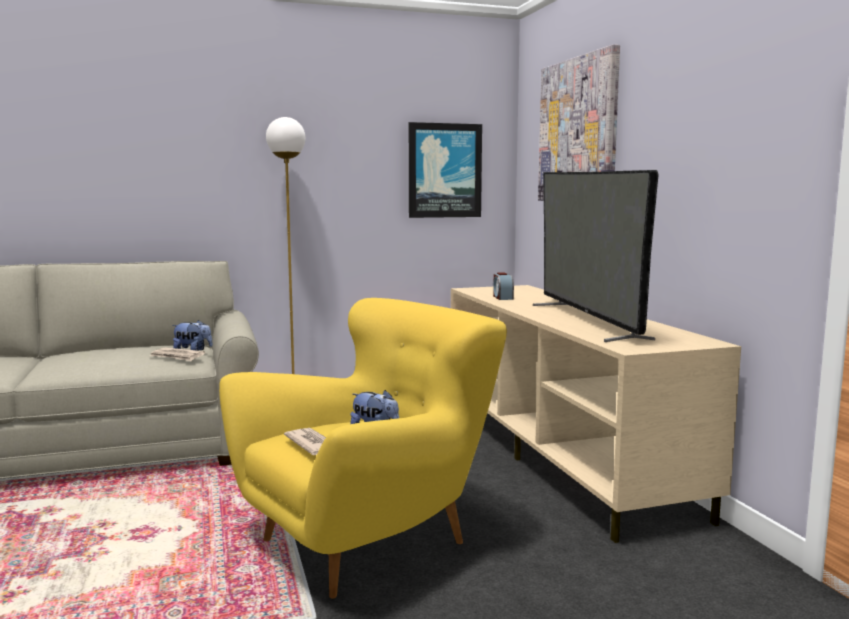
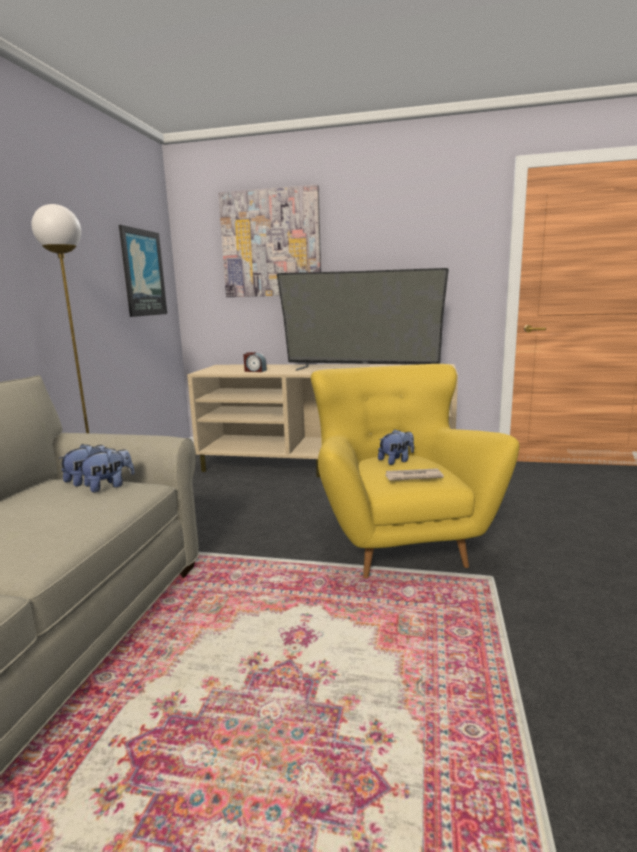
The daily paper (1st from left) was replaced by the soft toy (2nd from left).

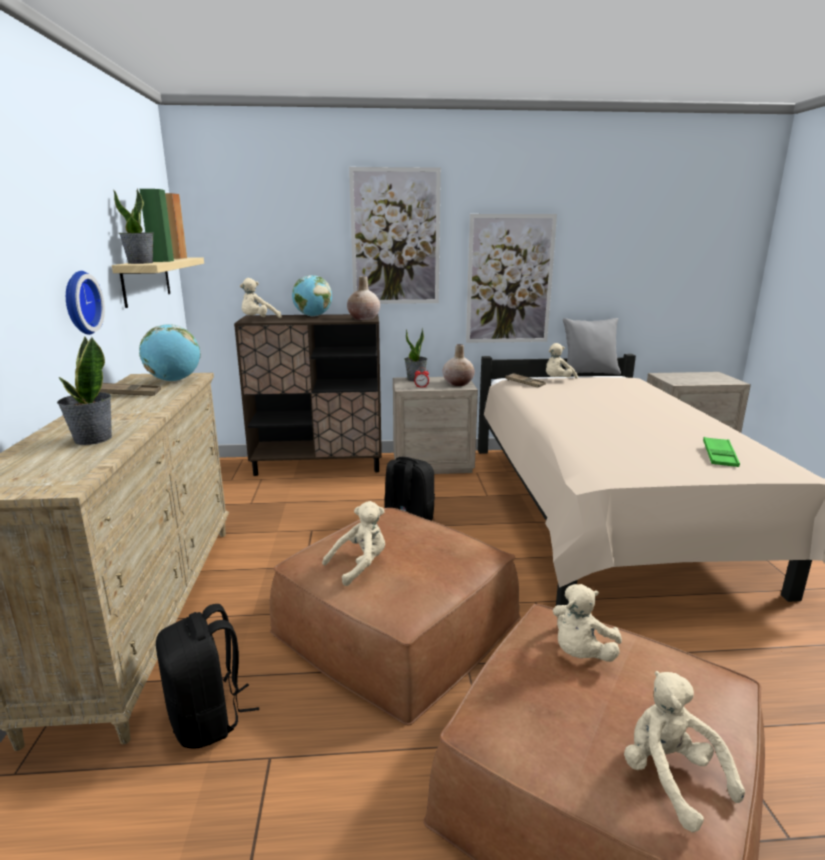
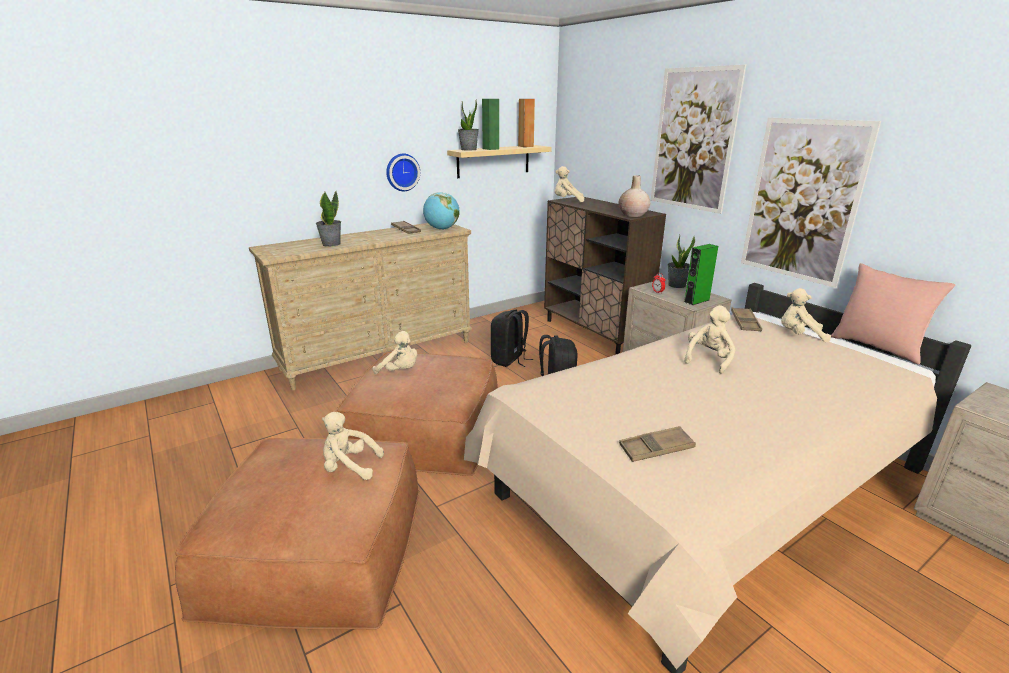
The world globe (2nd from left) disappeared.
The gray pillow became the pink-coloured pillow.
The sand-coloured vase (2nd from left) was replaced by the green speaker (2nd from left).
The green tray became the brown tray (2nd from left).
The black-coloured backpack (1st from left) moved.
The sand-coloured soft toy (5th from left in the first image) moved.

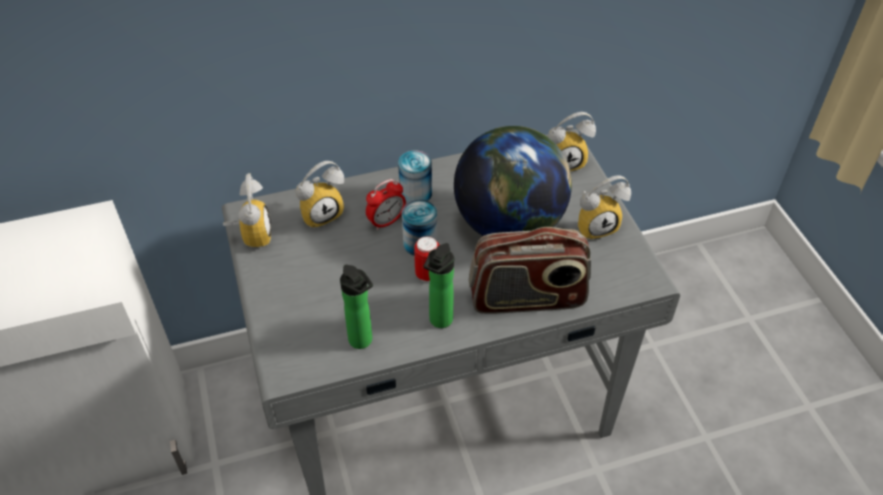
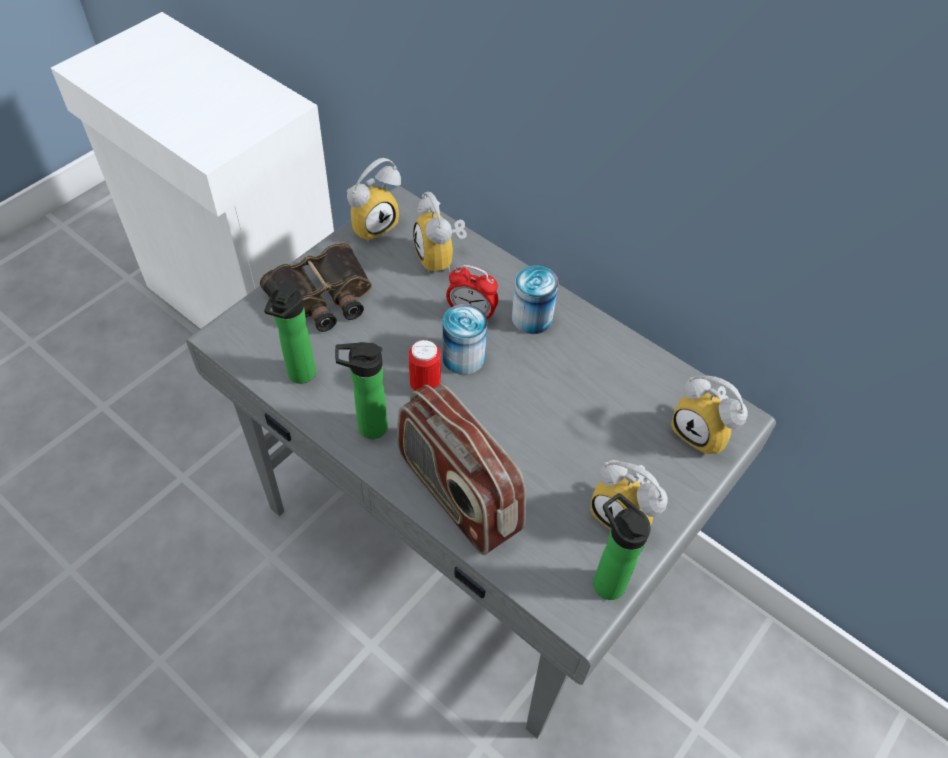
The world globe disappeared.
The alarm clock (2nd from left) turned 45 degrees clockwise.
The field glasses appeared.
The beverage bottle (3rd from left) appeared.

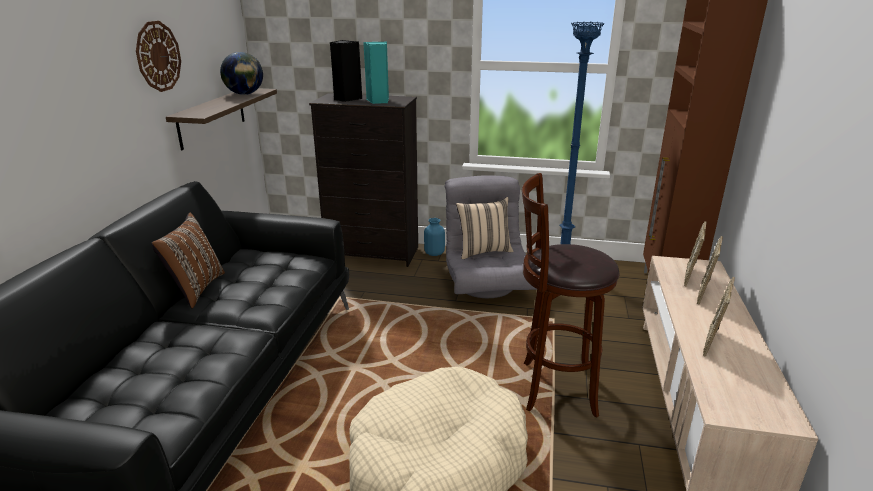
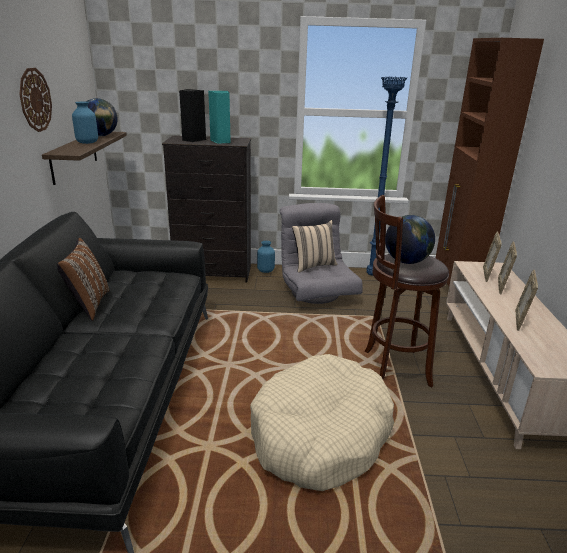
The blue-coloured vase (1st from left) appeared.
The world globe (2nd from left) appeared.

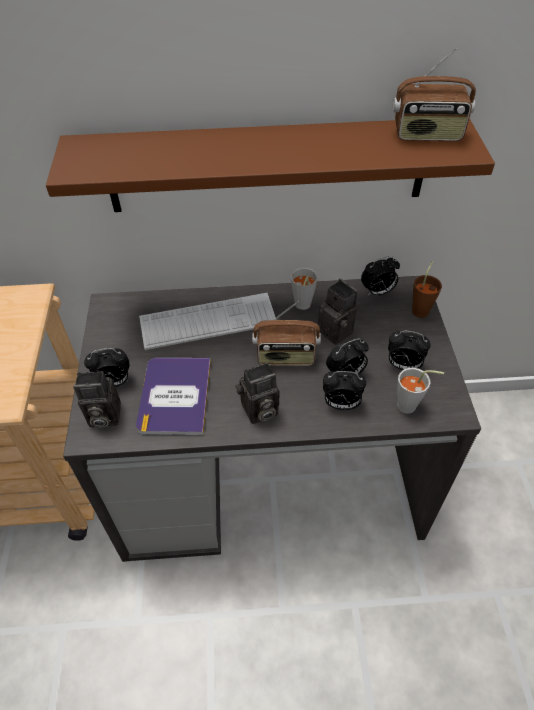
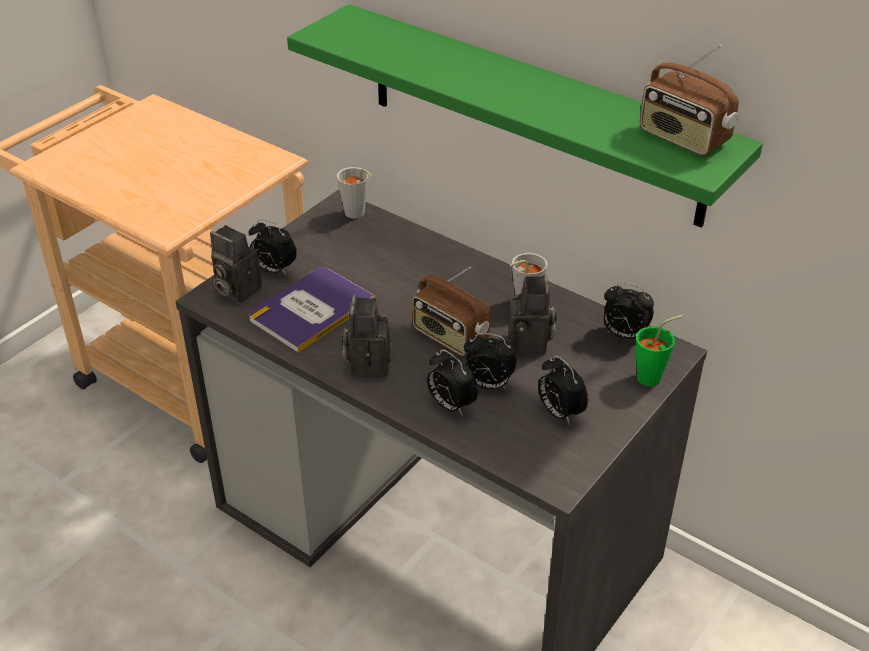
The brown wall shelf became the green wall shelf.
The brown cup became the green cup.
The computer keyboard disappeared.
The photo camera (2nd from left) turned 75 degrees clockwise.
The gray cup (2nd from left in the first image) moved.

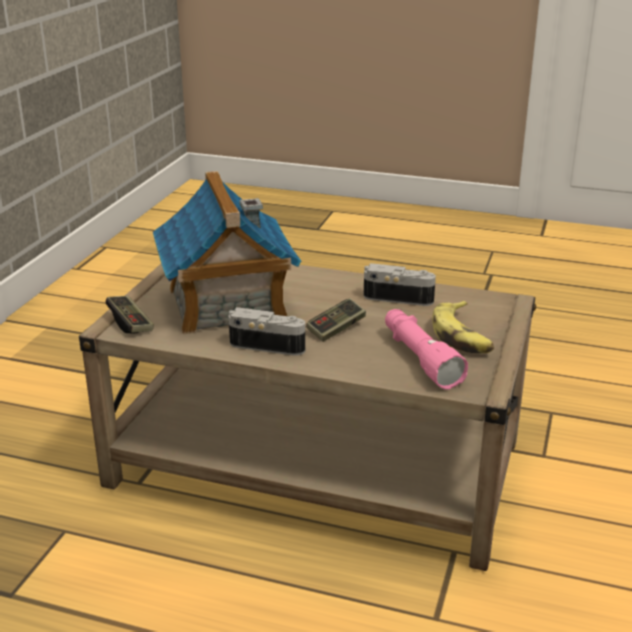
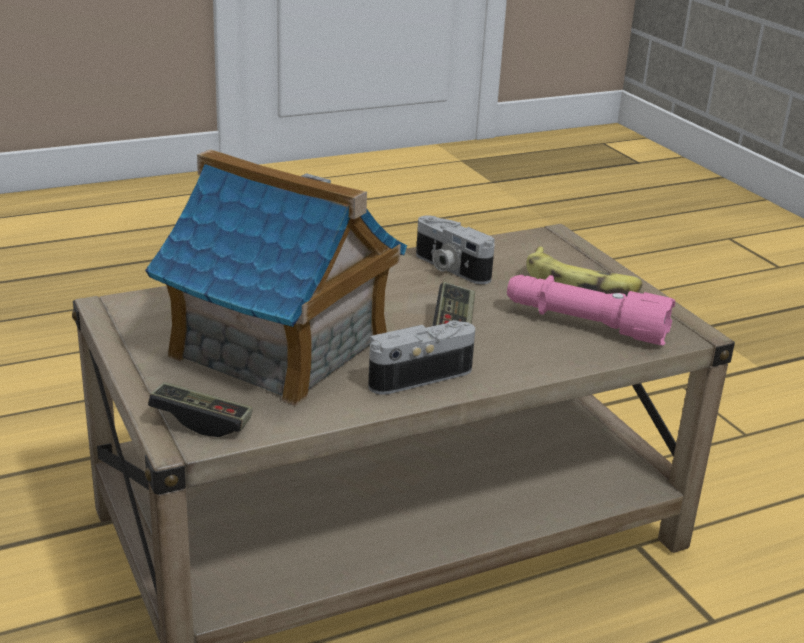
The photo camera (2nd from left) turned 105 degrees counterclockwise.

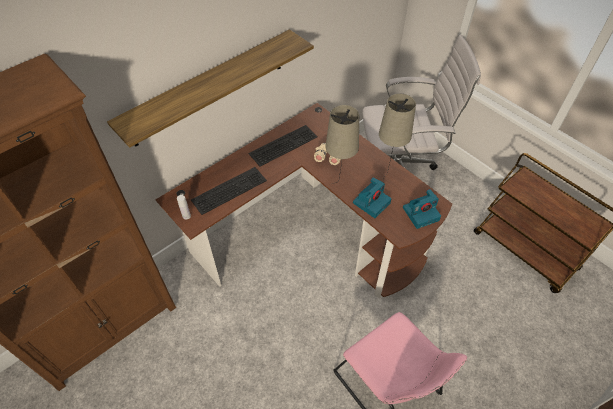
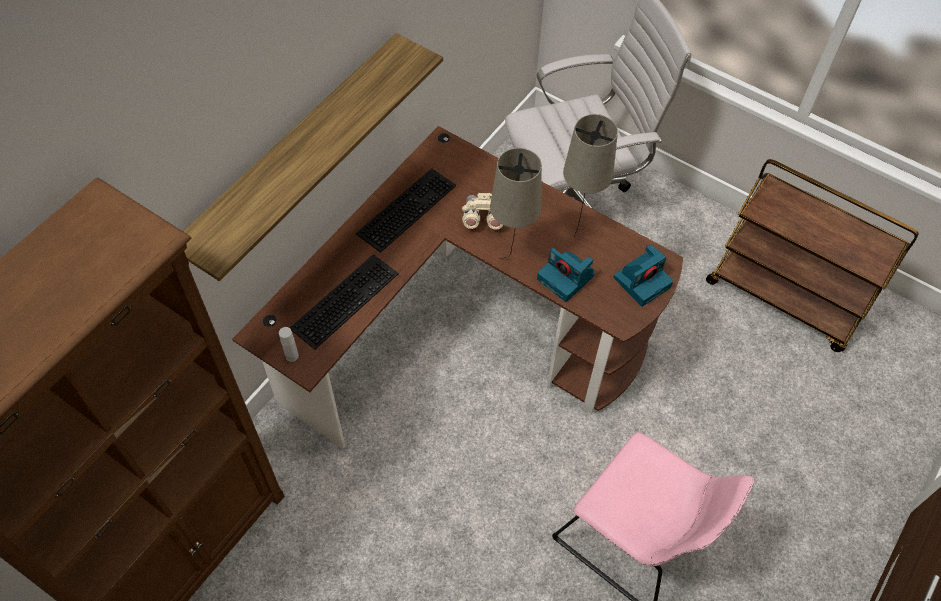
The photo camera (1st from left) turned 105 degrees clockwise.

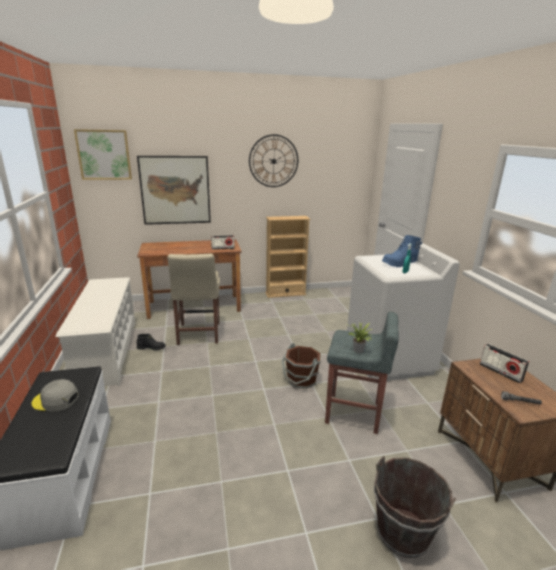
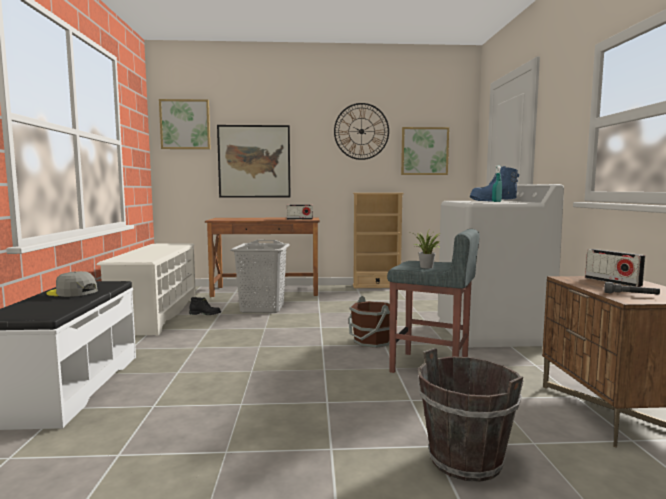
The sand-coloured chair was replaced by the gray hamper.
The picture (3rd from left) appeared.

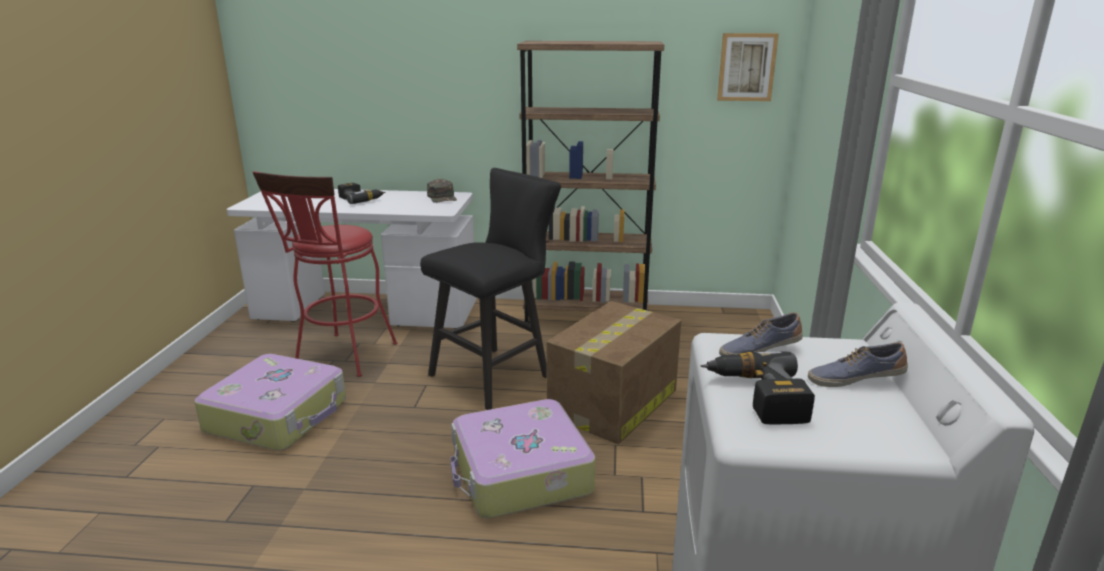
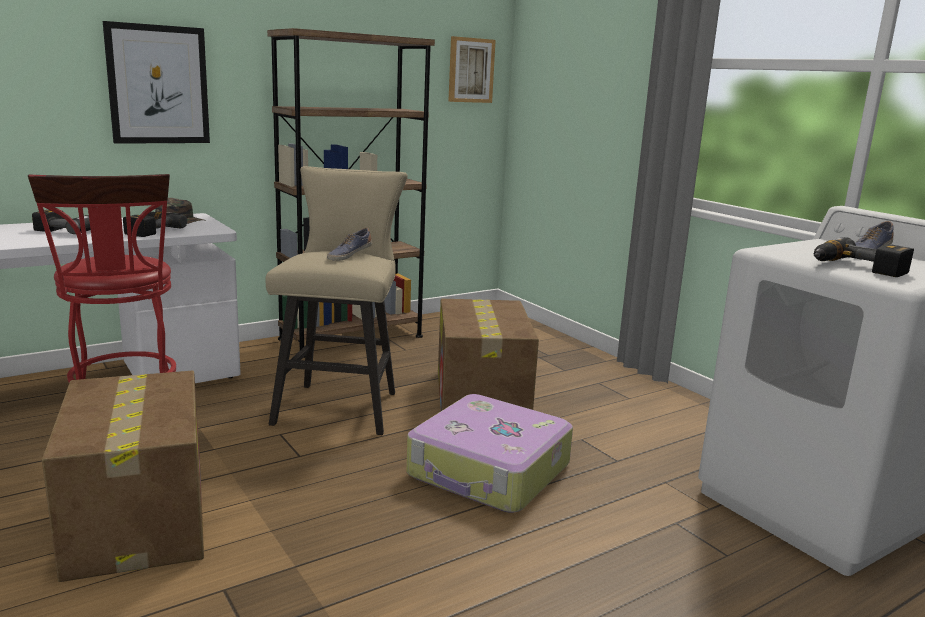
The black-coloured stool became the sand-coloured stool.
The shoe (1st from left) moved.
The piece of luggage (1st from left) was replaced by the packing box (1st from left).
The picture (1st from left) appeared.
The electric drill (2nd from left) appeared.

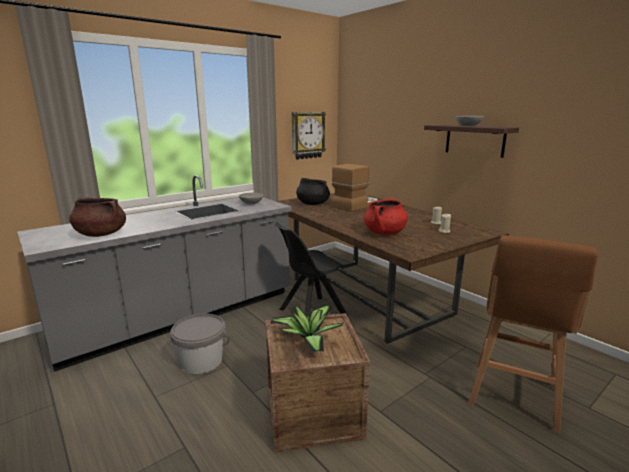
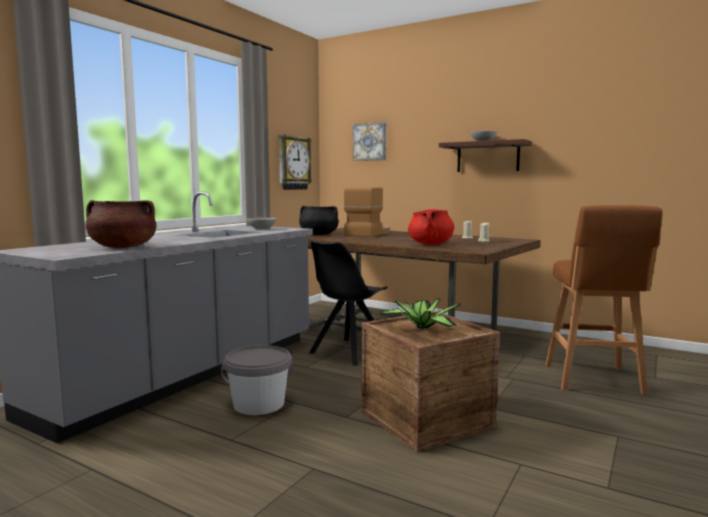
The picture appeared.

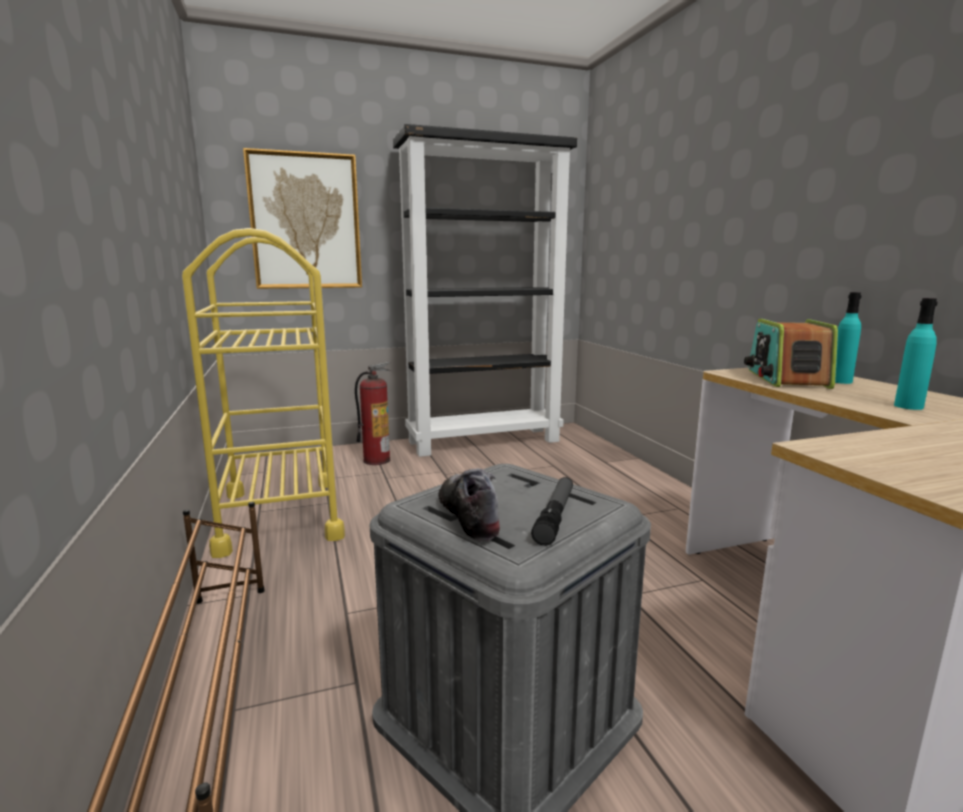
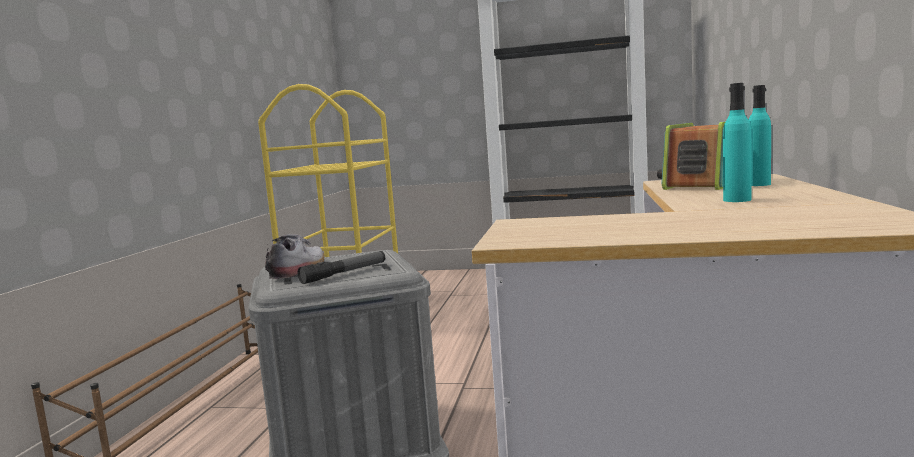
The picture disappeared.
The fire-fighting cylinder disappeared.

